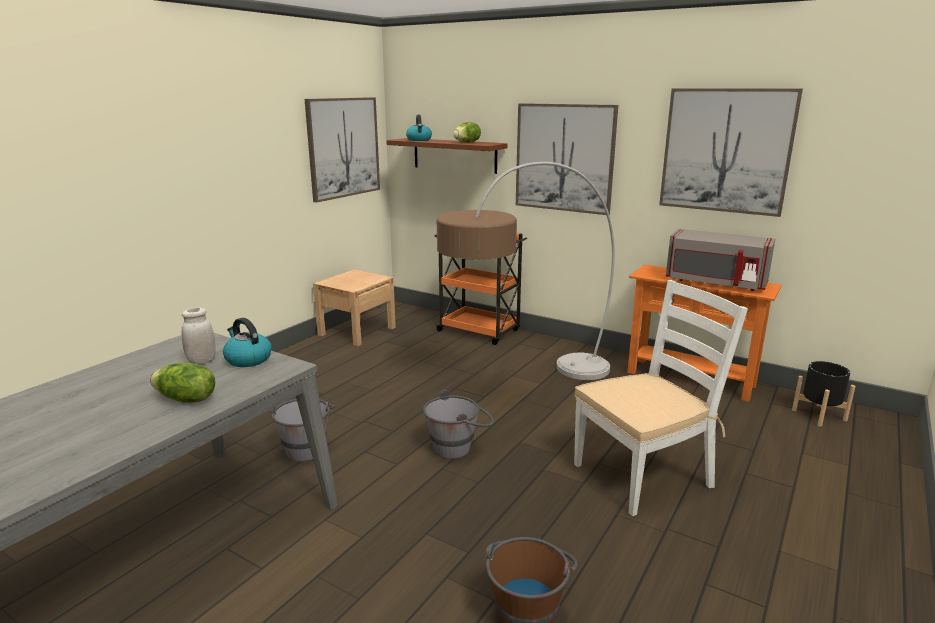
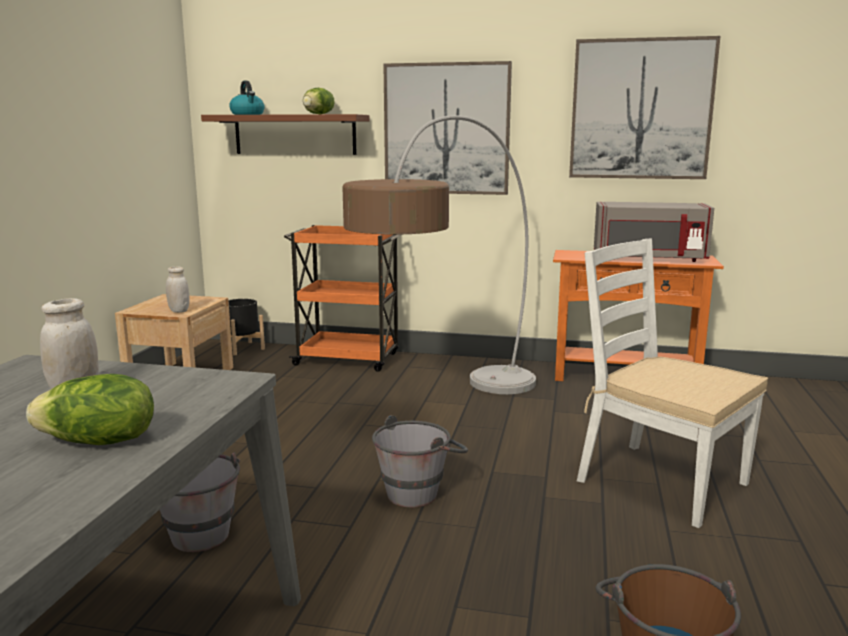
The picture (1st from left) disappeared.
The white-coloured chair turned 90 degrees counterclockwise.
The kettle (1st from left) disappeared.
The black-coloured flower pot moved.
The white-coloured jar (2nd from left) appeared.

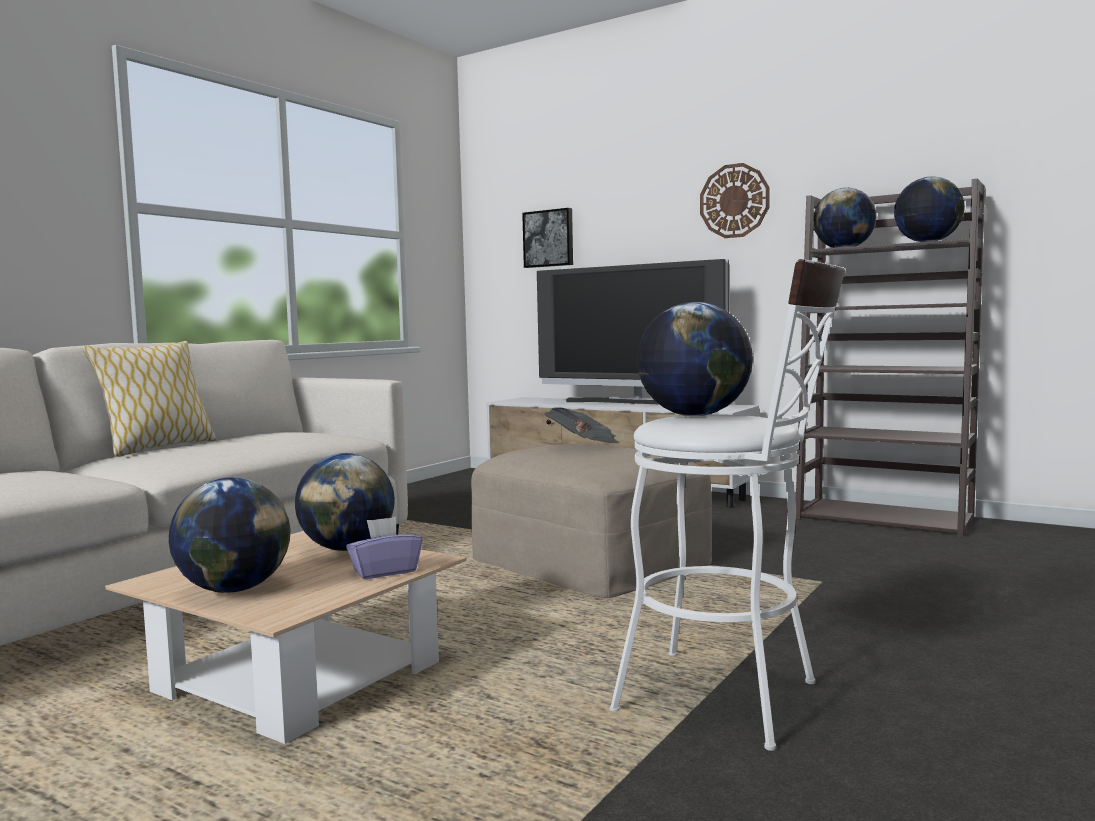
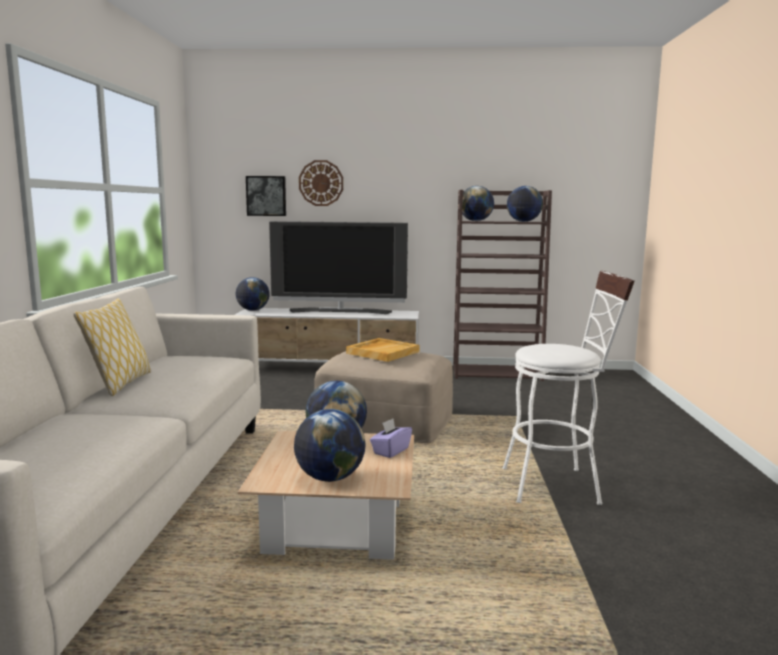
The clock on the wall moved.
The world globe (3rd from left in the first image) moved.
The daily paper was replaced by the sand-coloured tray.

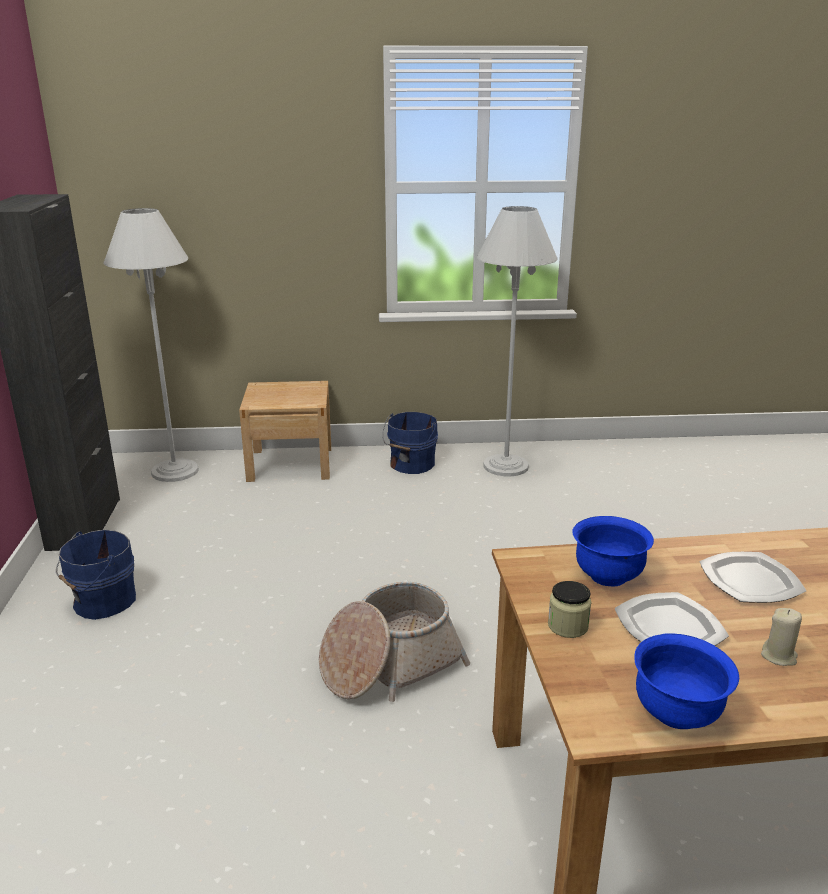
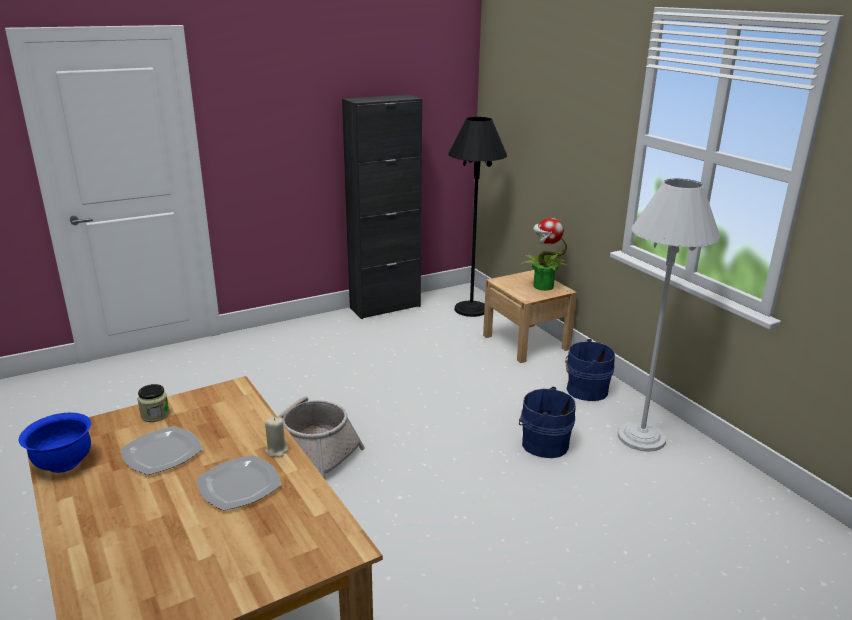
The white-coloured standard lamp (1st from left) became the black-coloured standard lamp.
The blue-coloured serving bowl (1st from left) disappeared.
The blue-coloured water bucket (1st from left) moved.
The sand-coloured wax candle moved.
The plant in a pot appeared.

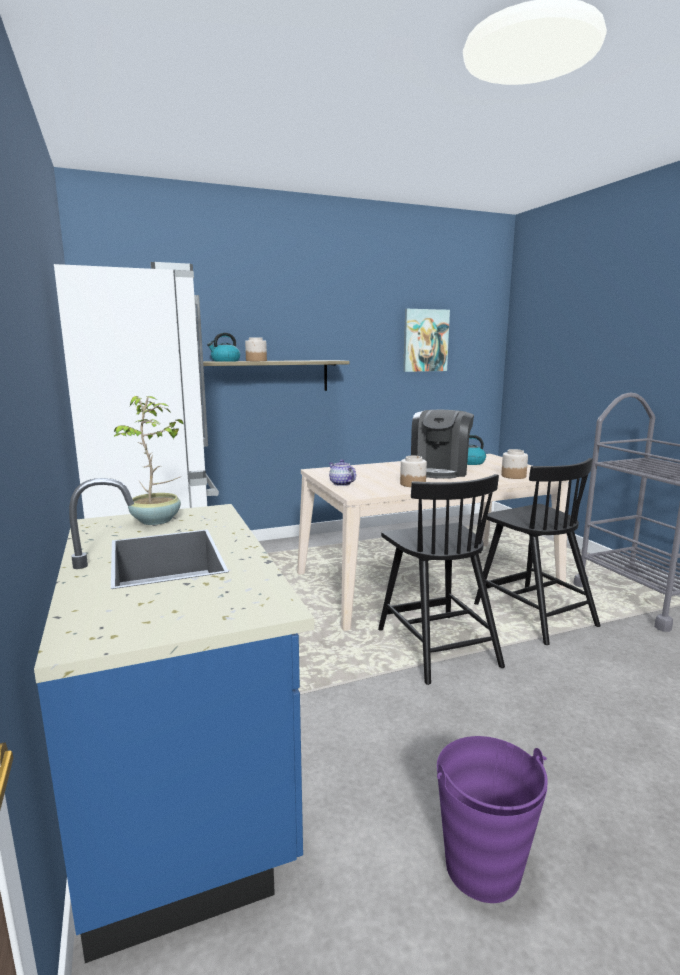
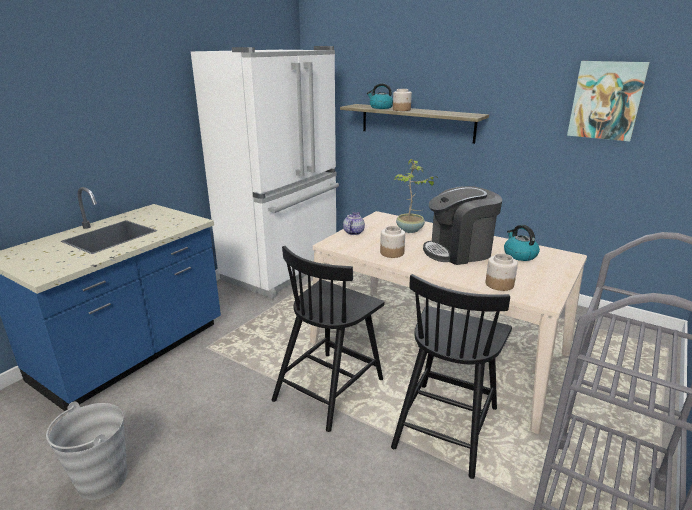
The plant in a pot moved.
The purple-coloured water bucket became the gray water bucket.

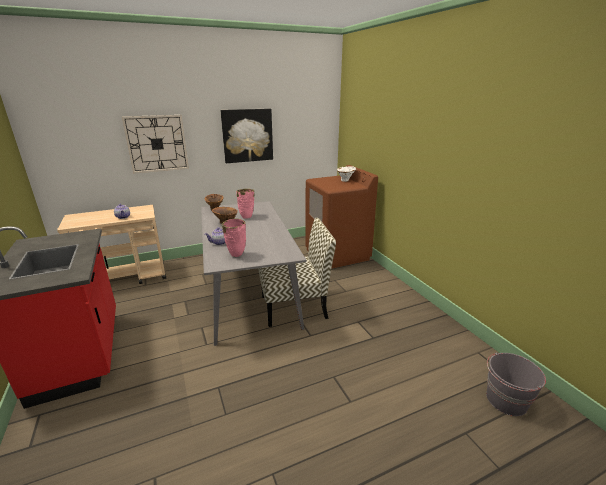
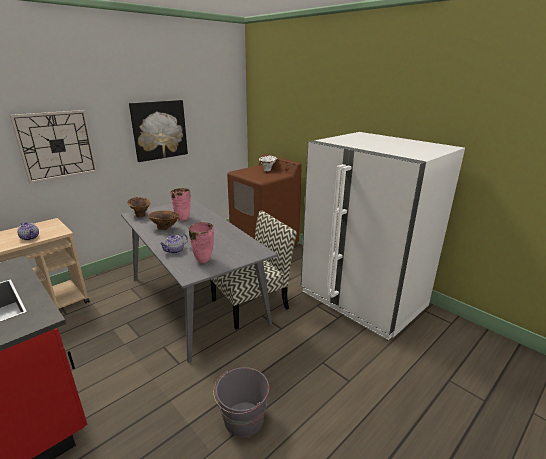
The gray water bucket moved.
The white-coloured fridge appeared.

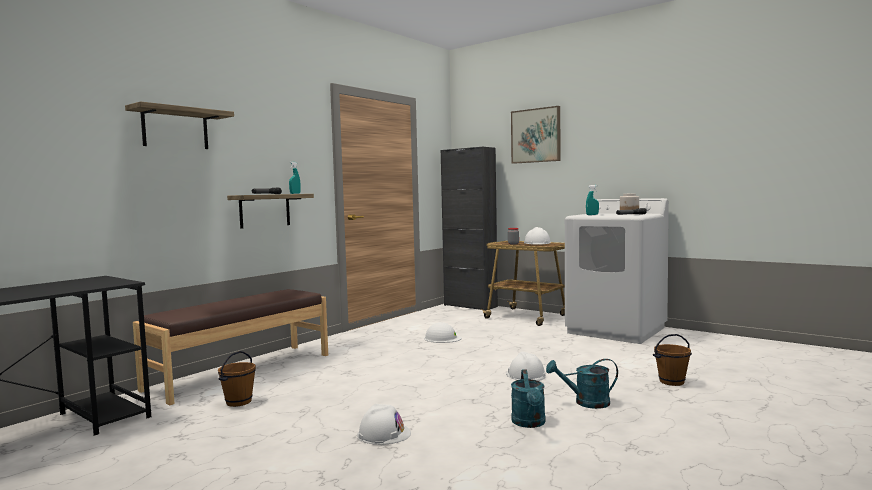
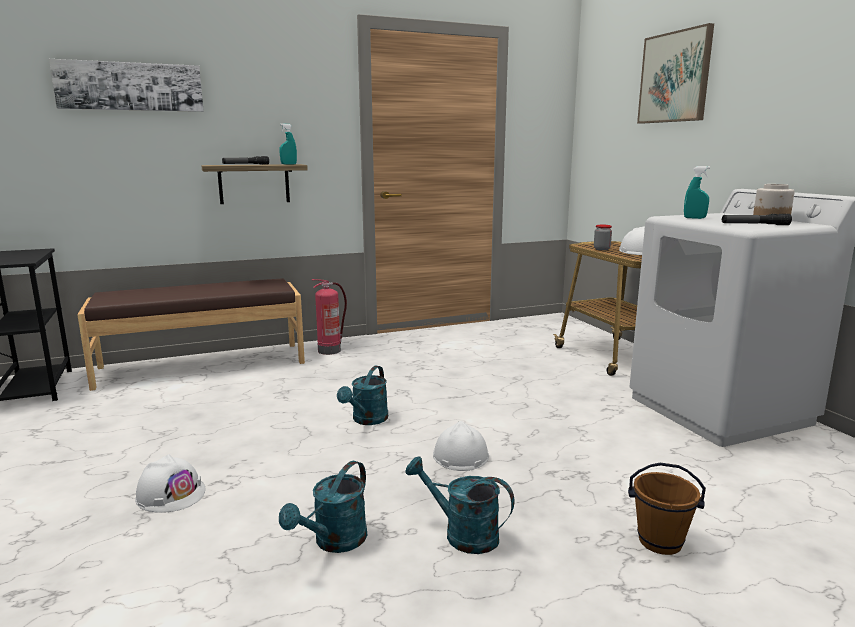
The wall shelf (1st from left) was replaced by the picture (1st from left).
The black-coloured storage cabinet disappeared.
The white-coloured safety helmet (2nd from left) disappeared.
The brown water bucket (1st from left) disappeared.
The fire-fighting cylinder appeared.
The blue-green watering can (2nd from left) appeared.

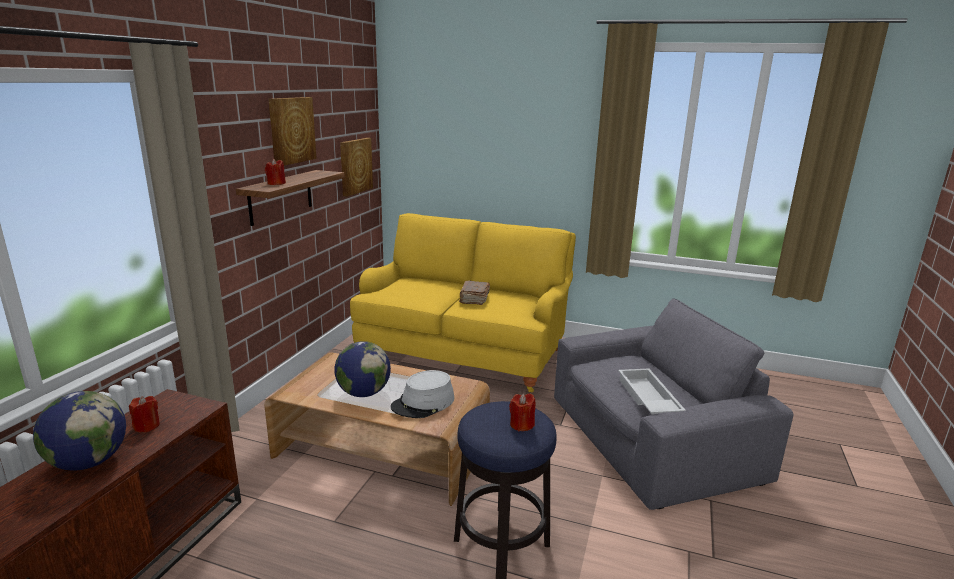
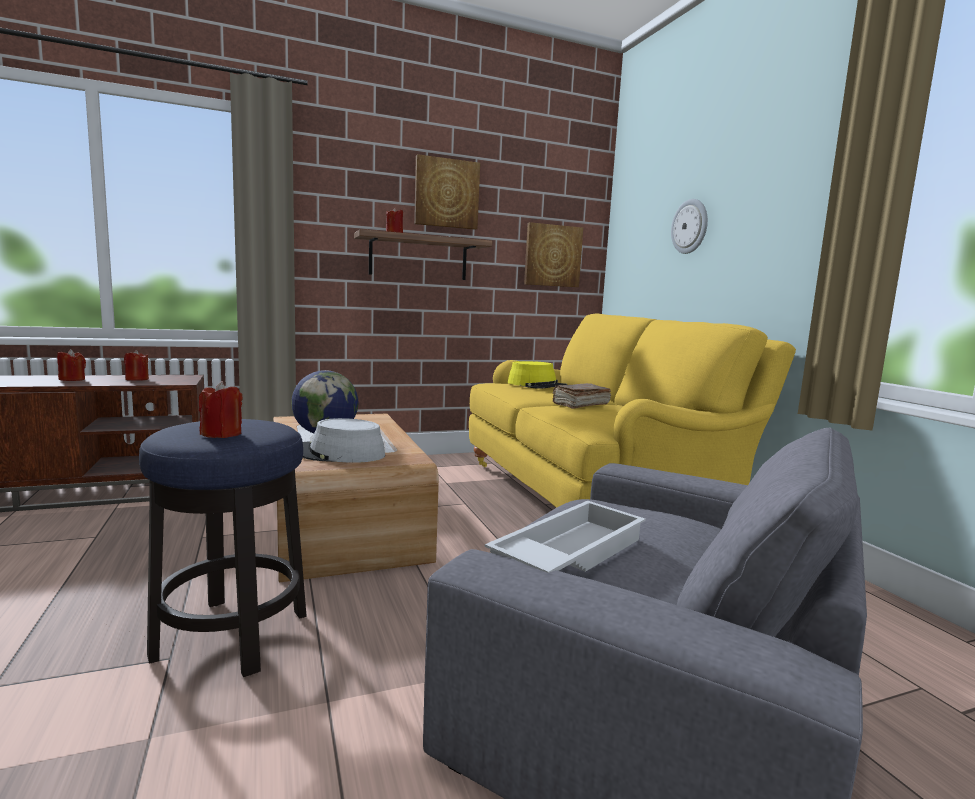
The world globe (1st from left) was replaced by the red wax candle (1st from left).
The clock on the wall appeared.
The yellowish wearable hat appeared.

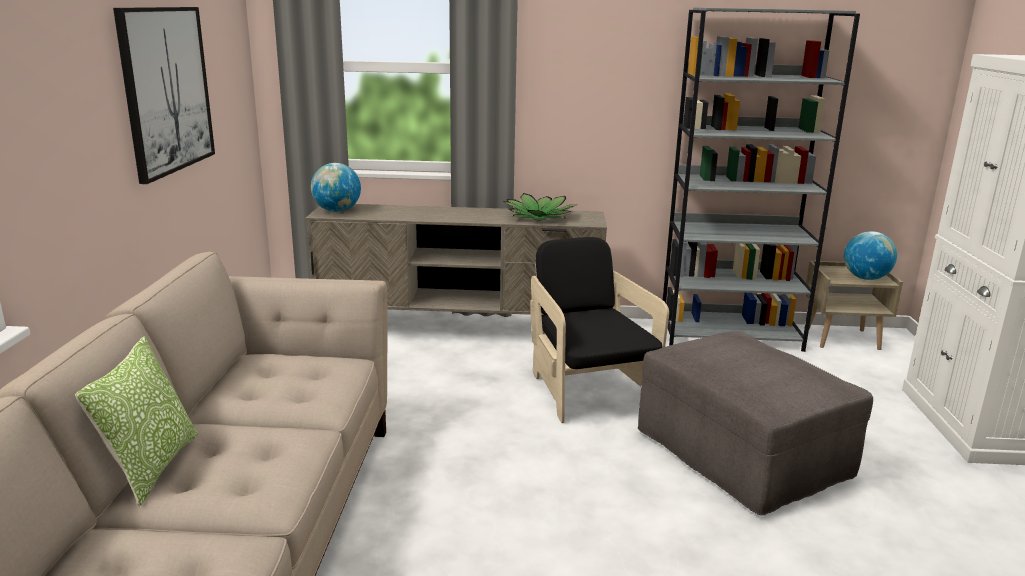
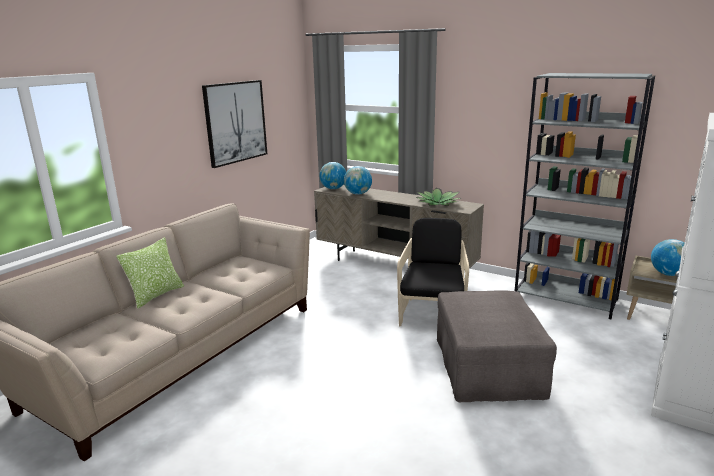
The world globe (2nd from left) appeared.

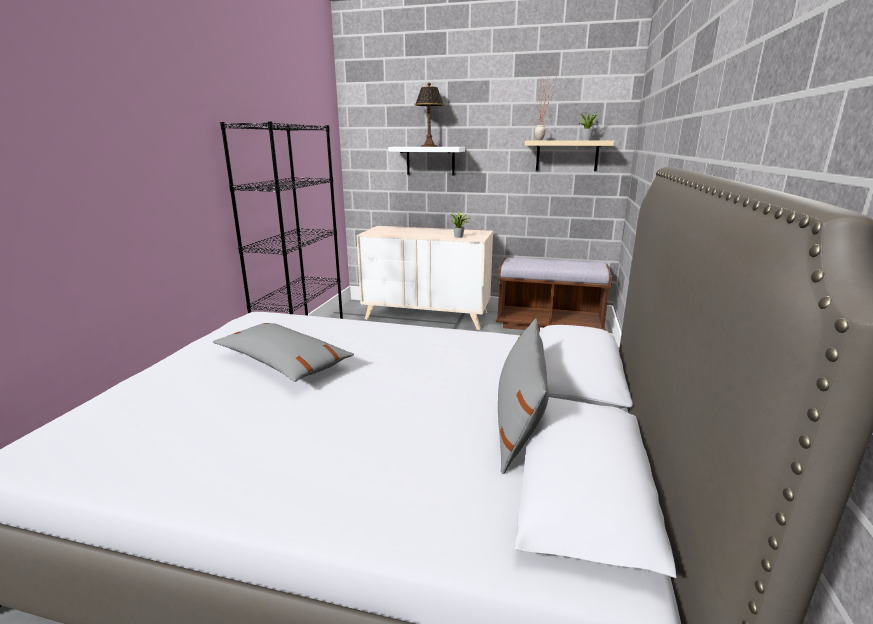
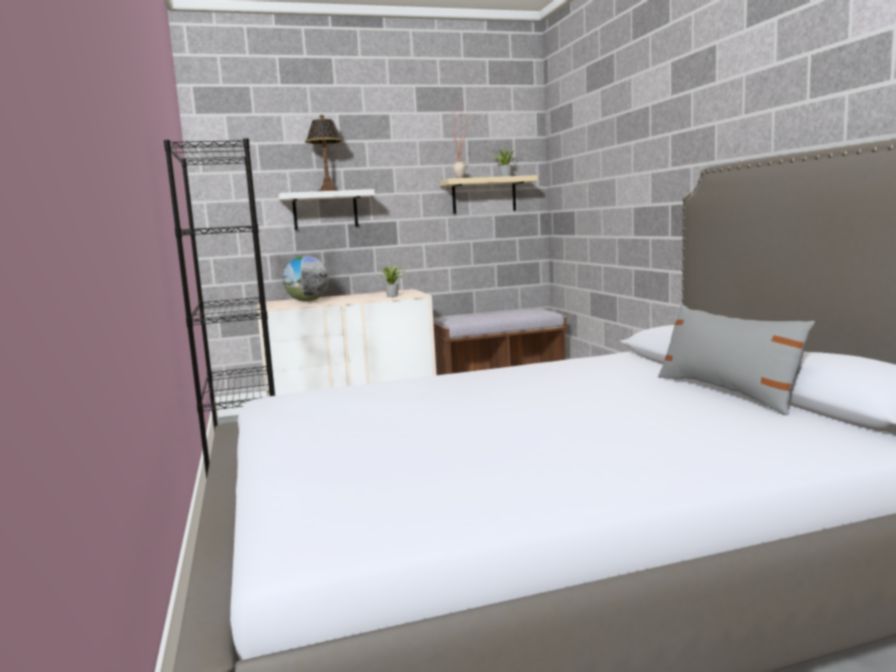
The gray pillow (1st from left) disappeared.
The world globe appeared.

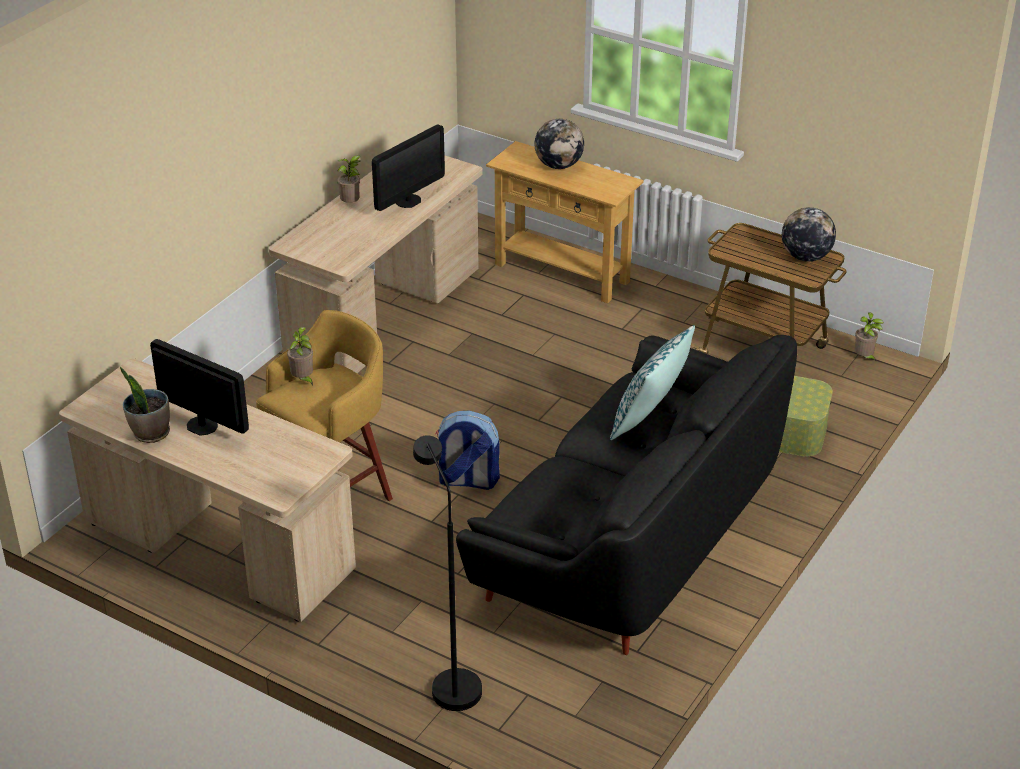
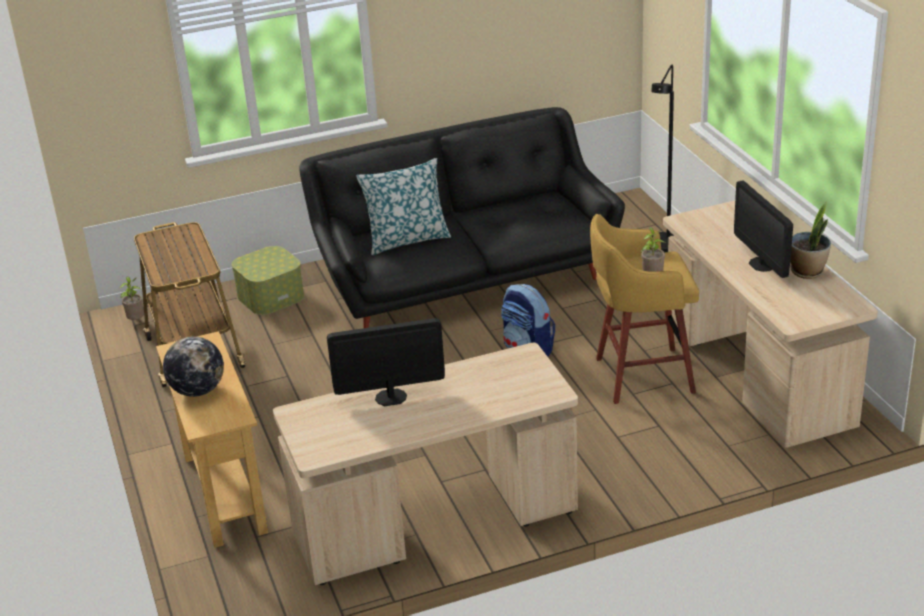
The plant in a pot (3rd from left) disappeared.
The world globe (2nd from left) disappeared.

